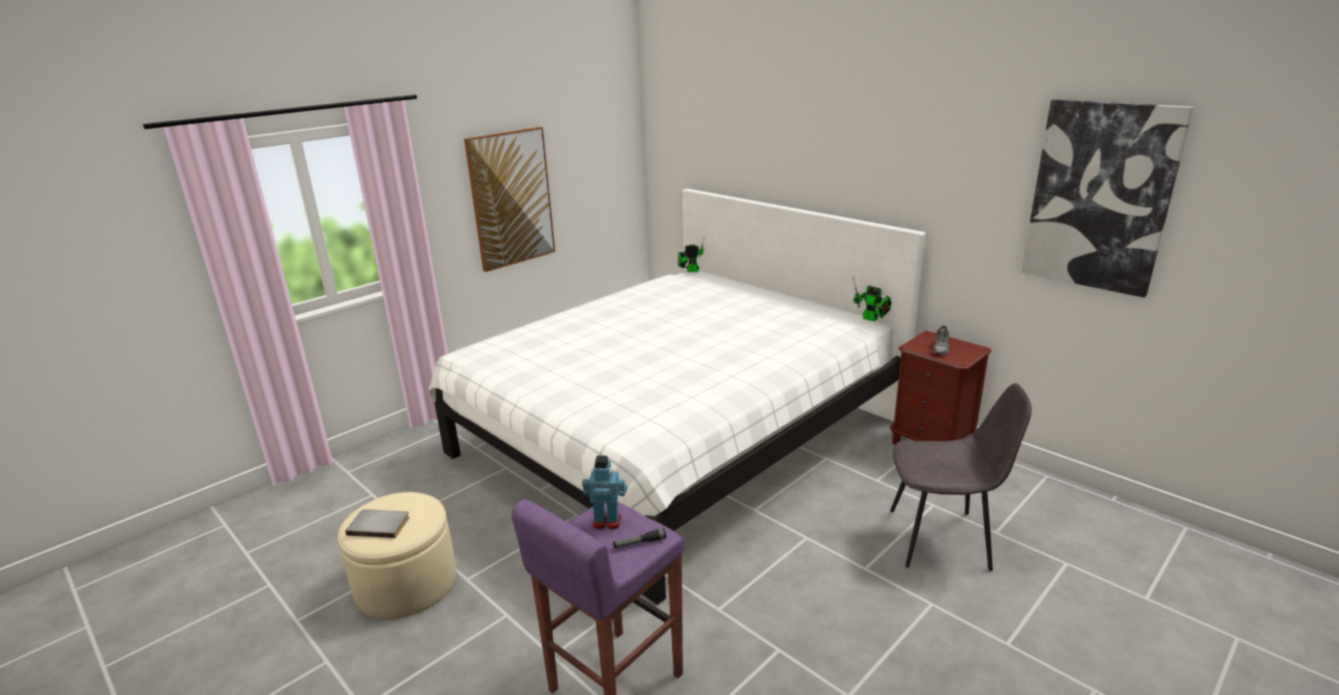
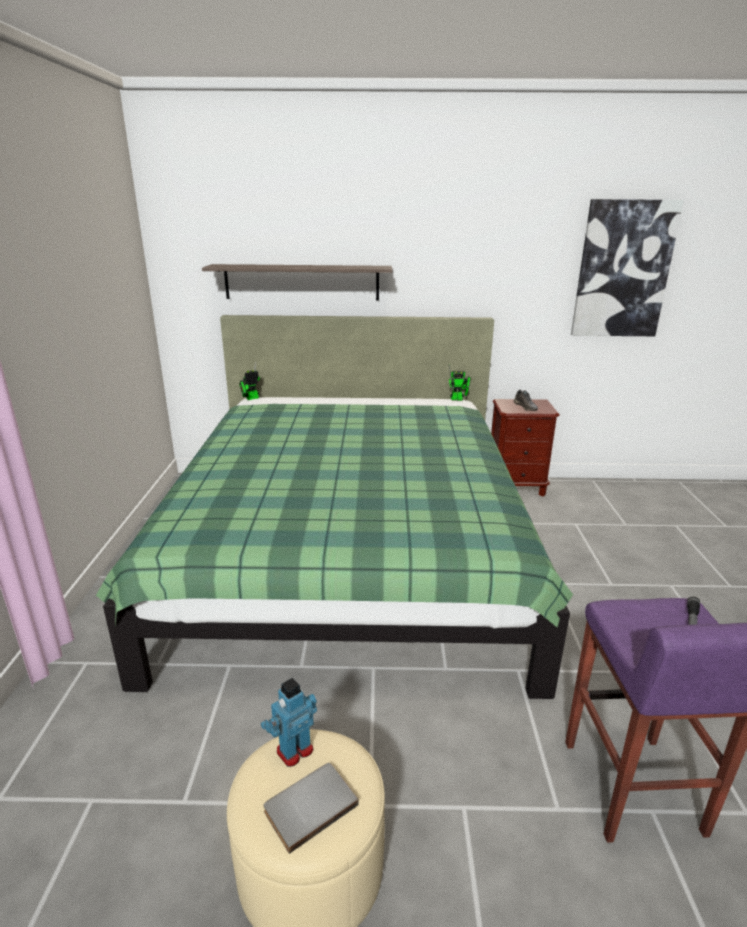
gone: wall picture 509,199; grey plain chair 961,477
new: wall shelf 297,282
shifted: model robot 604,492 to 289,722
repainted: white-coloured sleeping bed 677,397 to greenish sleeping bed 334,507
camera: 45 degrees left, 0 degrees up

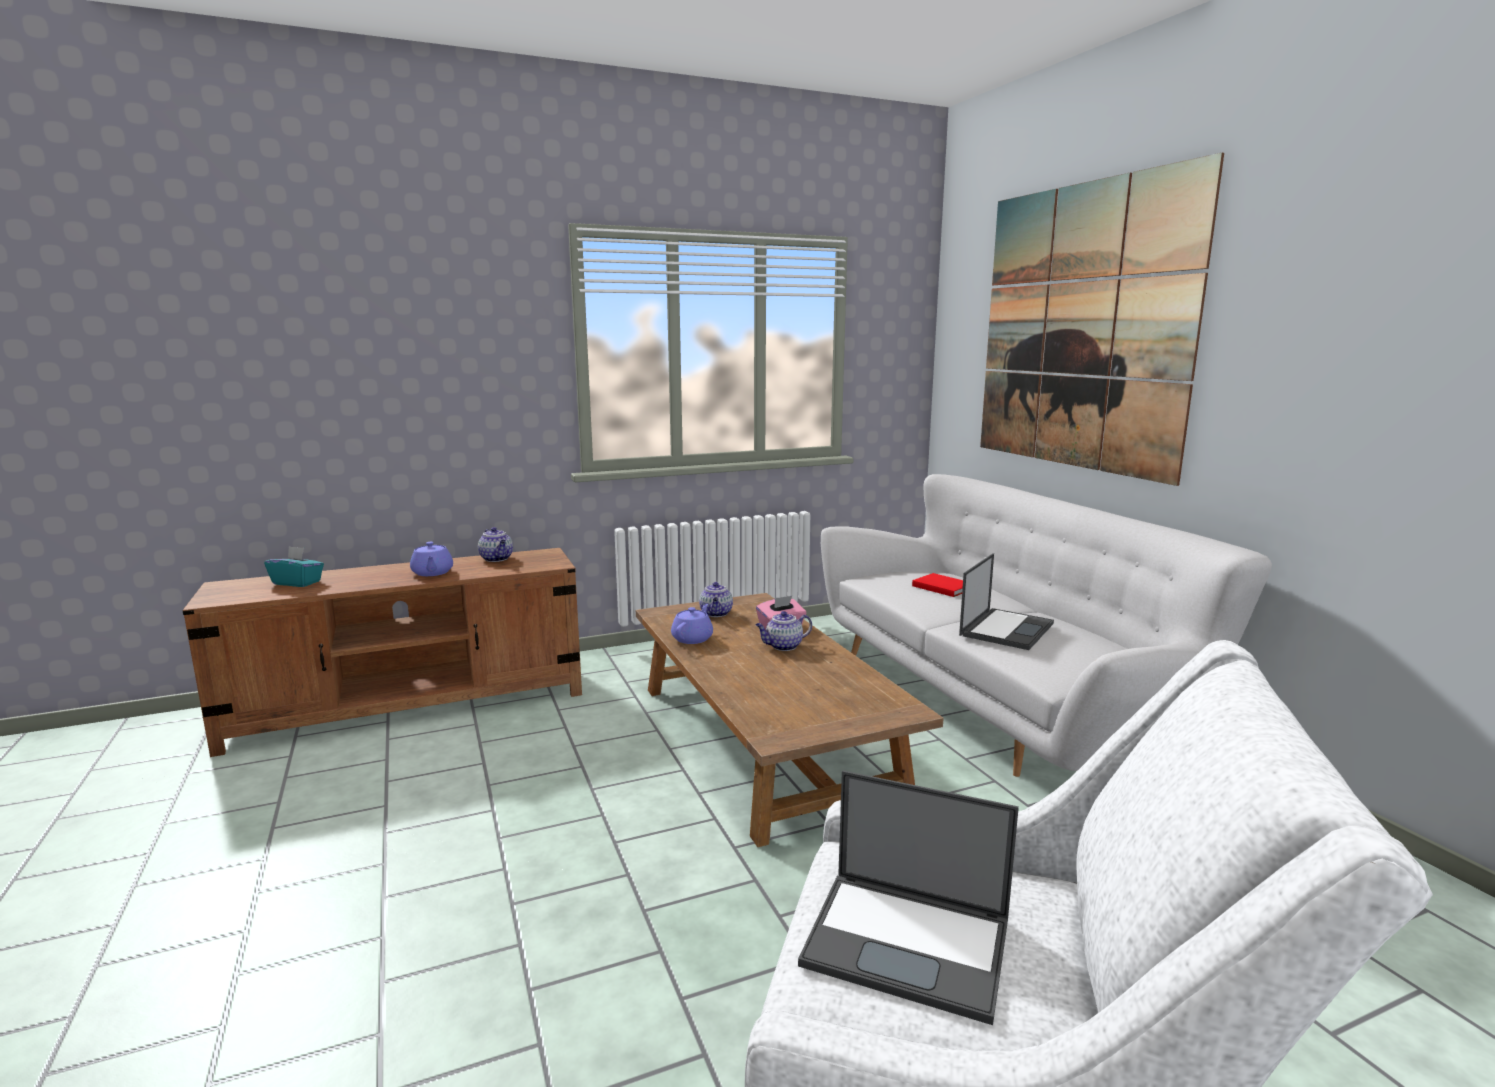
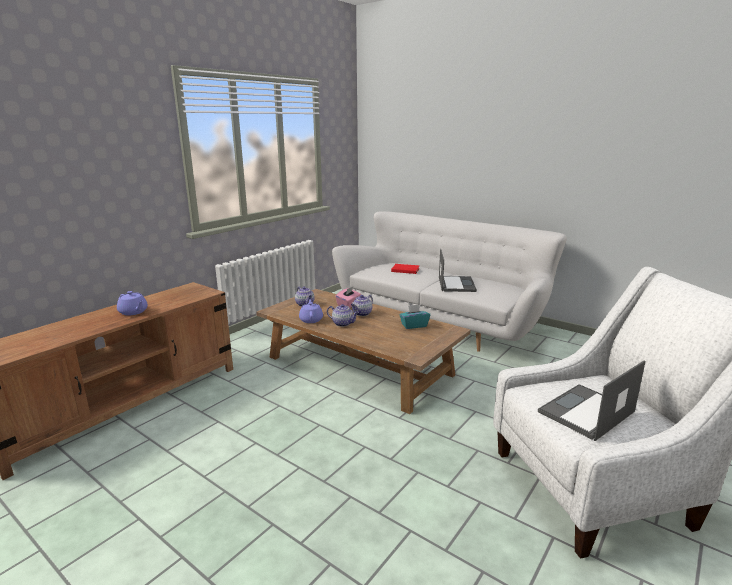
gone: wall picture 1102,319
shifted: tea pot 495,544 to 343,315; turquoise-coloured tissue box 294,566 to 414,316
rotated: laptop 908,897 = 591,400 150 degrees clockwise
camera: 30 degrees left, 5 degrees up

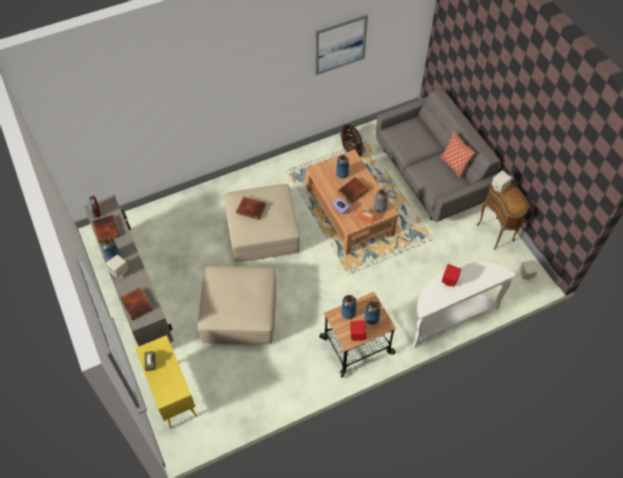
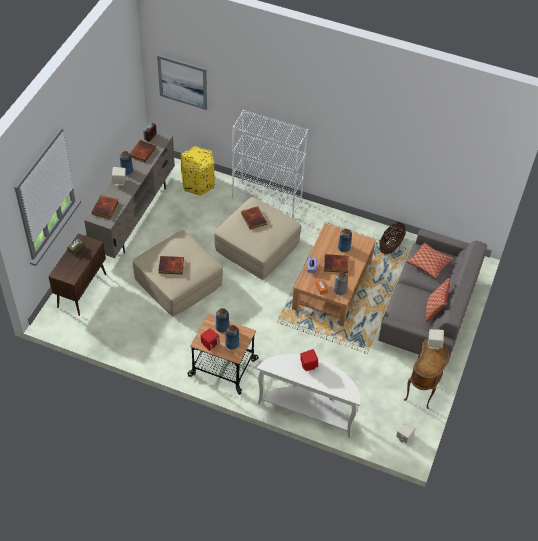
new: white-coloured shelving unit 270,164; yellowish footrest 197,171; throw pillow 429,260; bound book 171,265
shifted: wall picture 341,44 to 182,82
repainted: yellowish cabinet 166,382 to brownish cabinet 77,275
camera: 45 degrees right, 5 degrees down

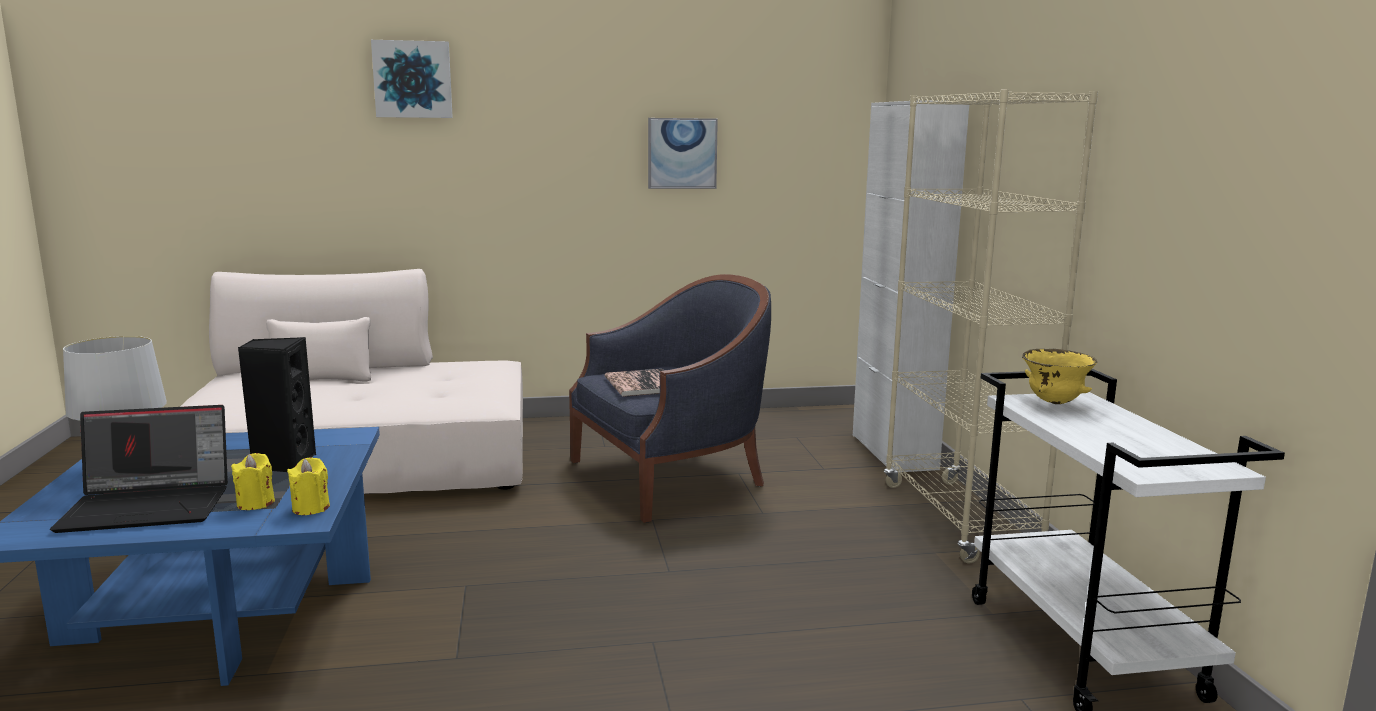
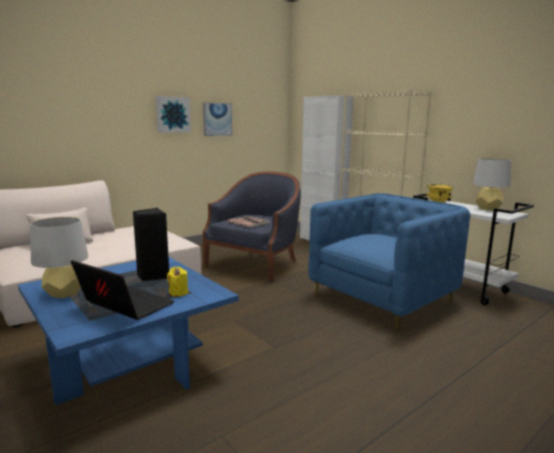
gone: yellowish wax light 308,486
new: grey lamp for a table 492,184; blue armchair 389,261
shifted: wall picture 412,79 to 173,114
rotated: laptop 139,469 = 122,290 105 degrees counterclockwise
camera: 30 degrees left, 0 degrees up

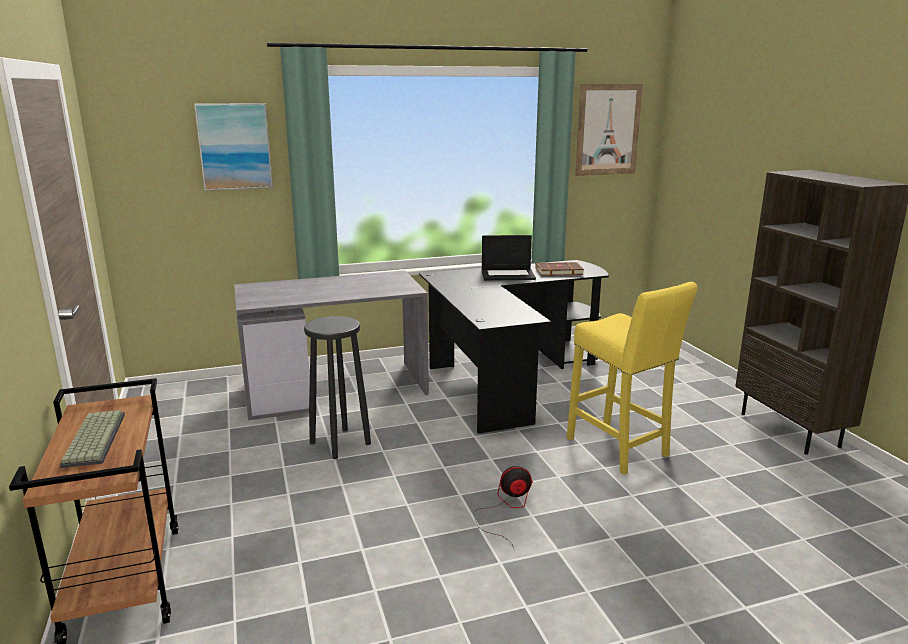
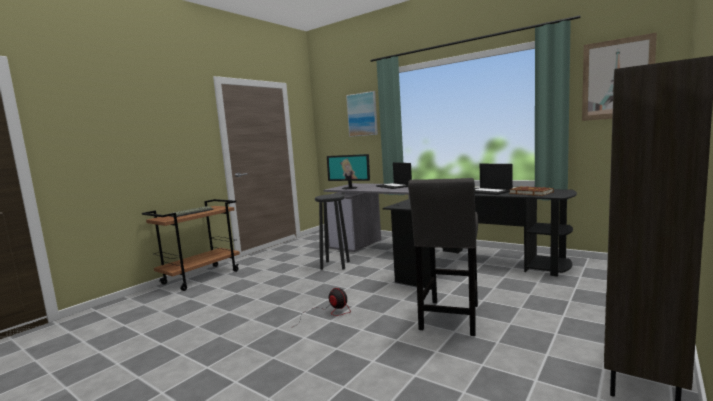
new: monitor 348,171; laptop 394,175
repainted: yellowish stool seat 632,378 to grey stool seat 443,257
camera: 55 degrees right, 10 degrees down

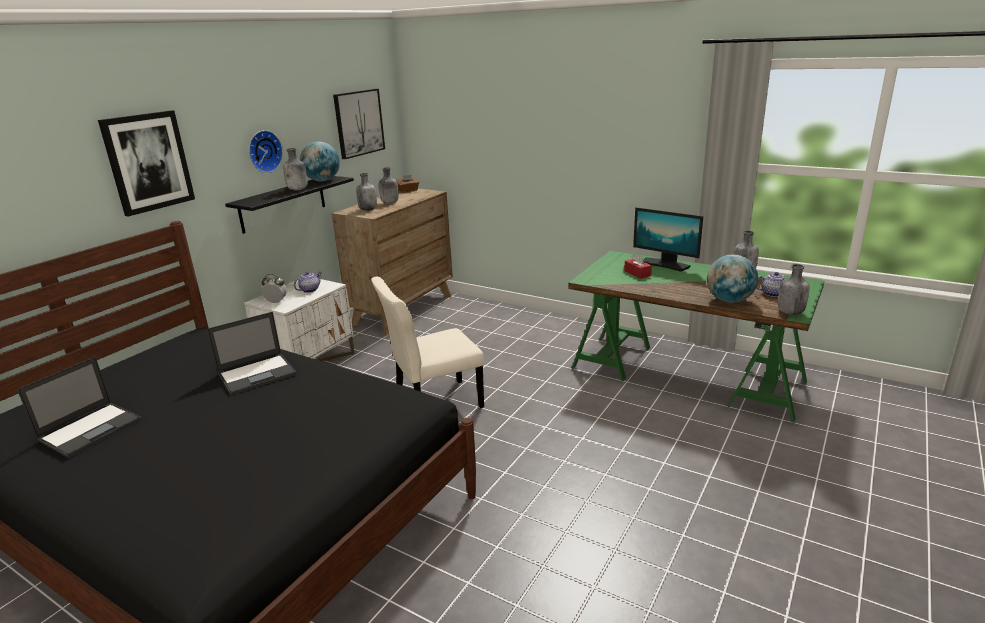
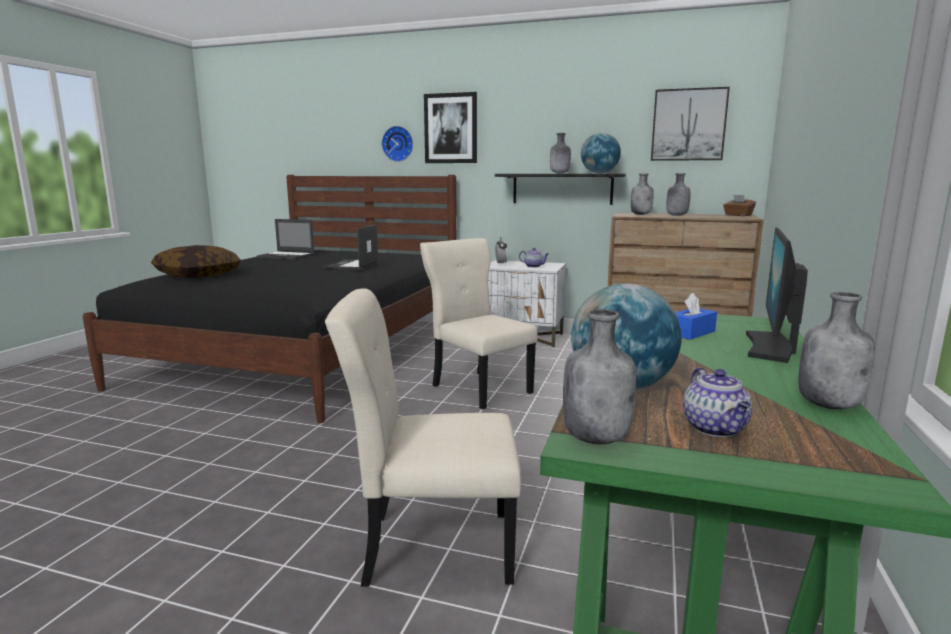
new: throw pillow 196,261; beige plain chair 423,437
shifted: hanging clock 266,151 to 397,144
repainted: red-coloured tissue box 638,266 to blue tissue box 696,316
rotated: laptop 252,353 = 351,247 60 degrees clockwise
camera: 75 degrees right, 10 degrees down

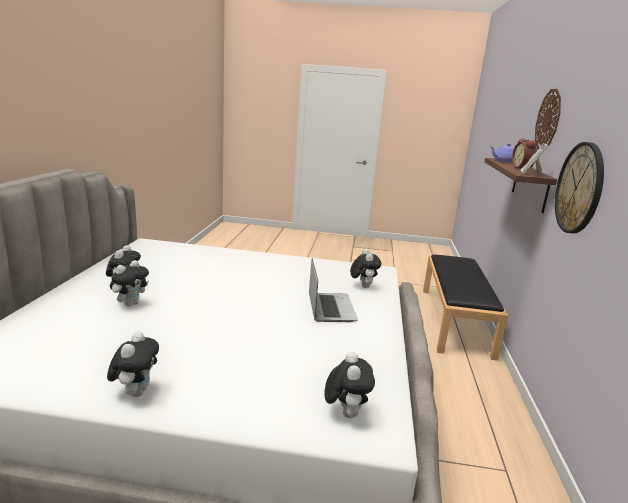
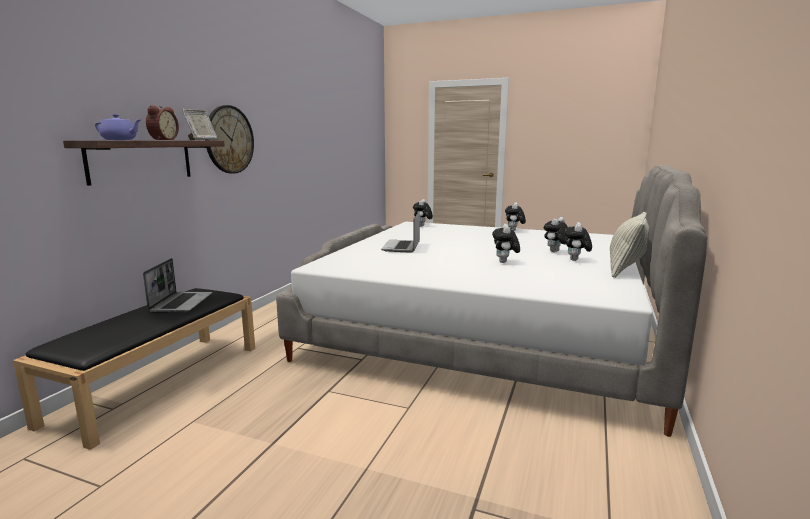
gone: hanging clock 548,119
new: throw pillow 629,245; laptop 177,285
shifted: plush toy 365,268 to 506,243
camera: 165 degrees left, 5 degrees down

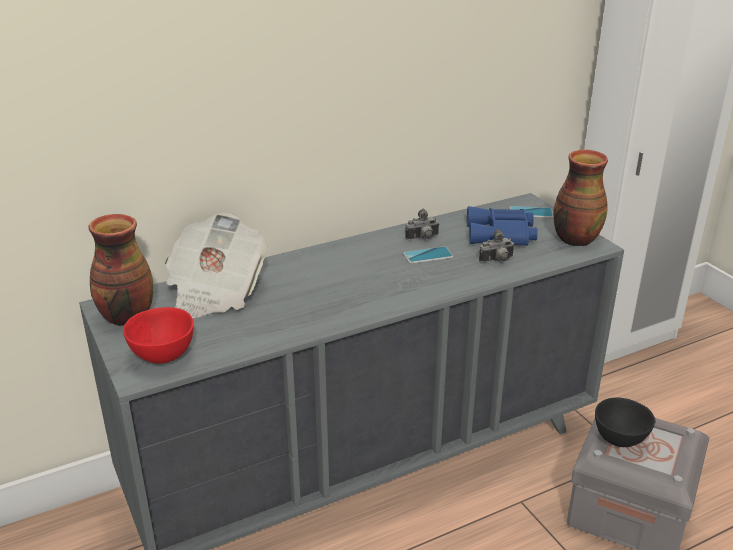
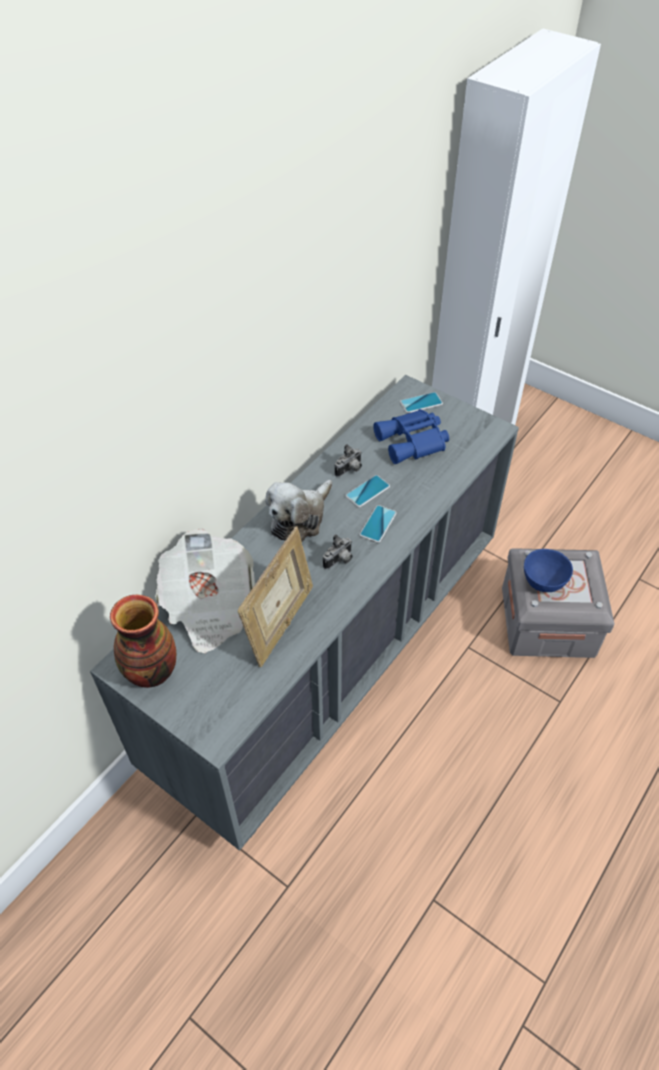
gone: vase 580,198; red-coloured bowl 158,335
new: plush toy 298,510; telephone 378,524; picture frame 275,596
shifted: photo camera 497,246 to 338,551
repainted: blackish bowl 625,422 to blue bowl 548,570
camera: 25 degrees left, 20 degrees up

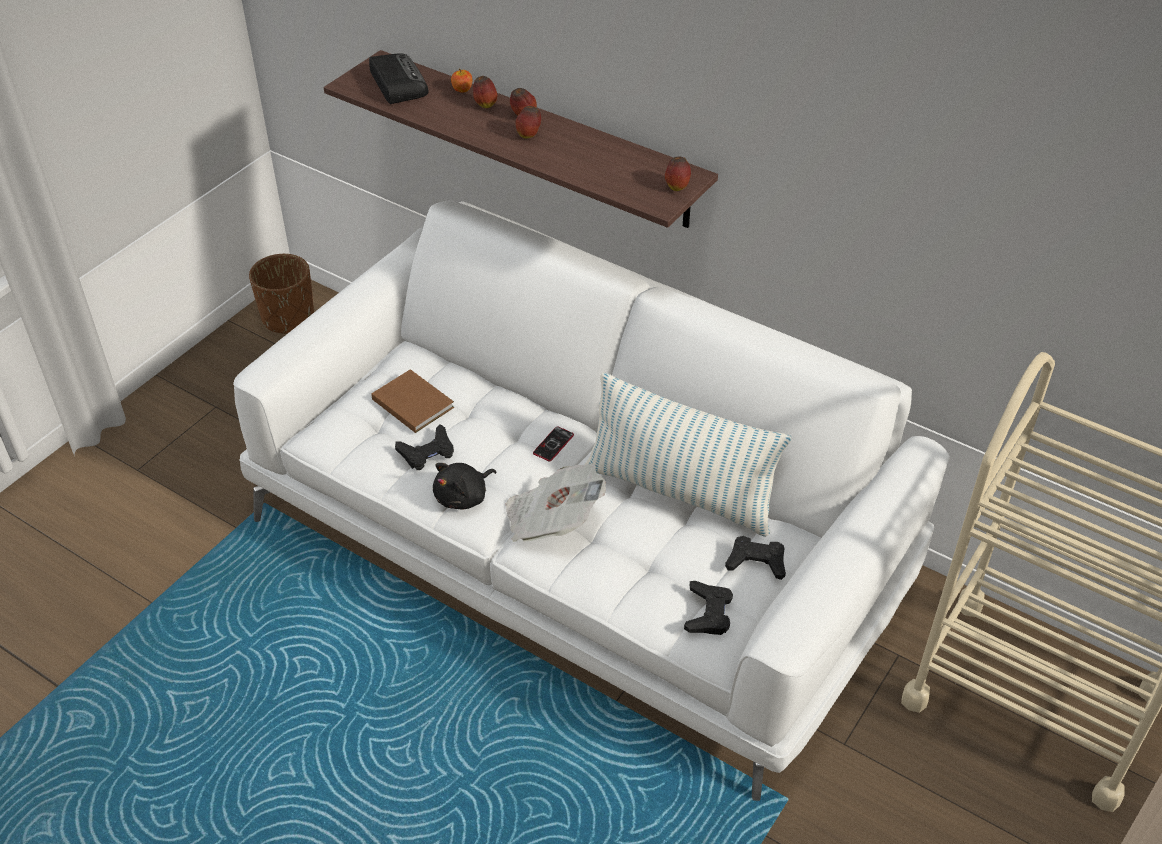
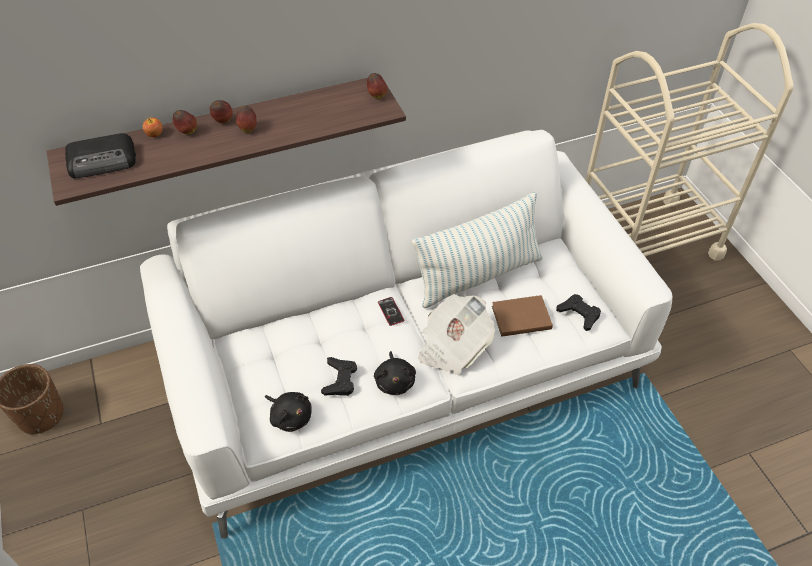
gone: blackish gamepad 755,558
new: blackish plush toy 288,412
shifted: brownish bound book 412,401 to 522,316
rotated: radio set 399,78 = 100,155 150 degrees clockwise
camera: 55 degrees left, 5 degrees up

